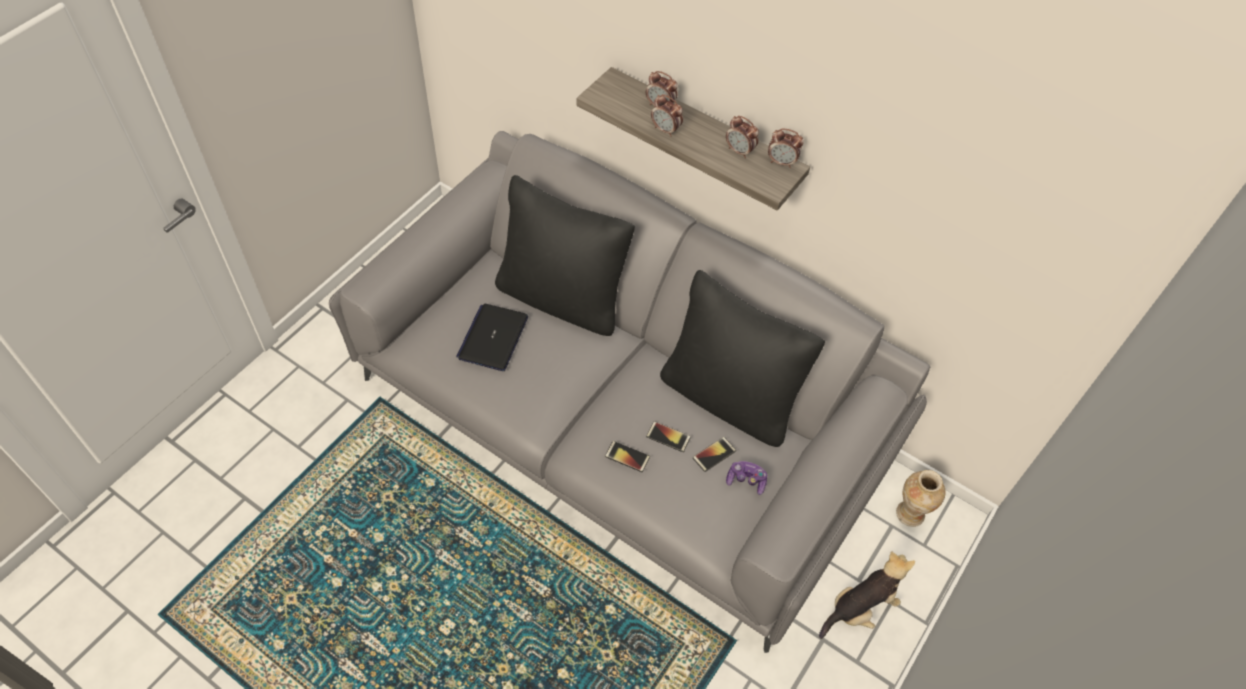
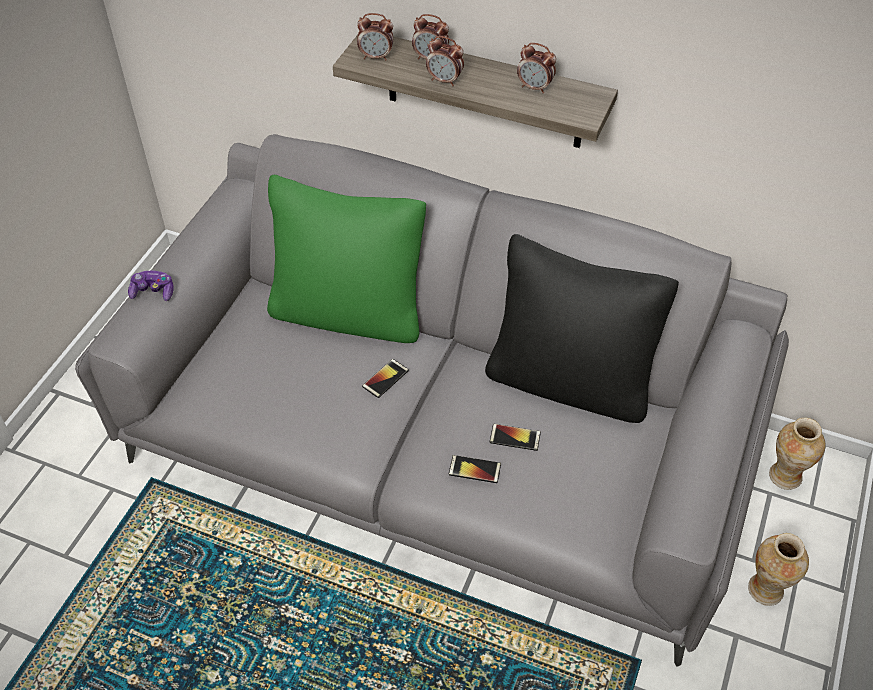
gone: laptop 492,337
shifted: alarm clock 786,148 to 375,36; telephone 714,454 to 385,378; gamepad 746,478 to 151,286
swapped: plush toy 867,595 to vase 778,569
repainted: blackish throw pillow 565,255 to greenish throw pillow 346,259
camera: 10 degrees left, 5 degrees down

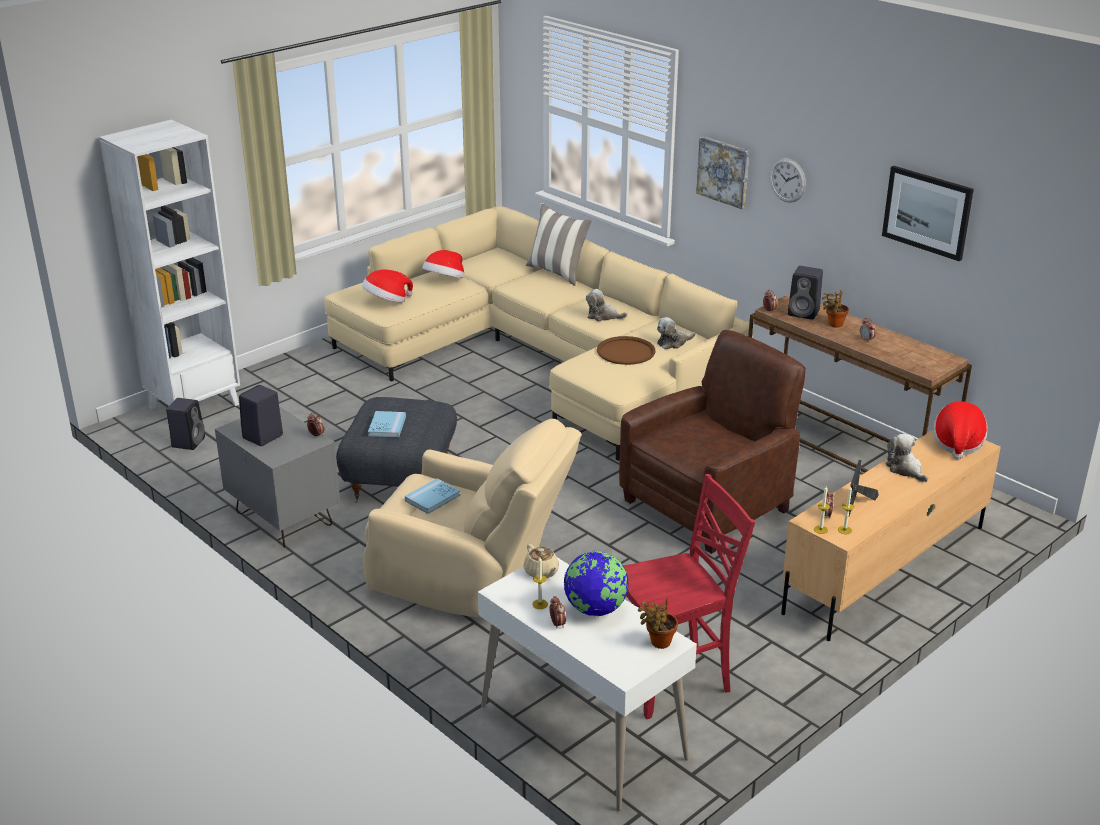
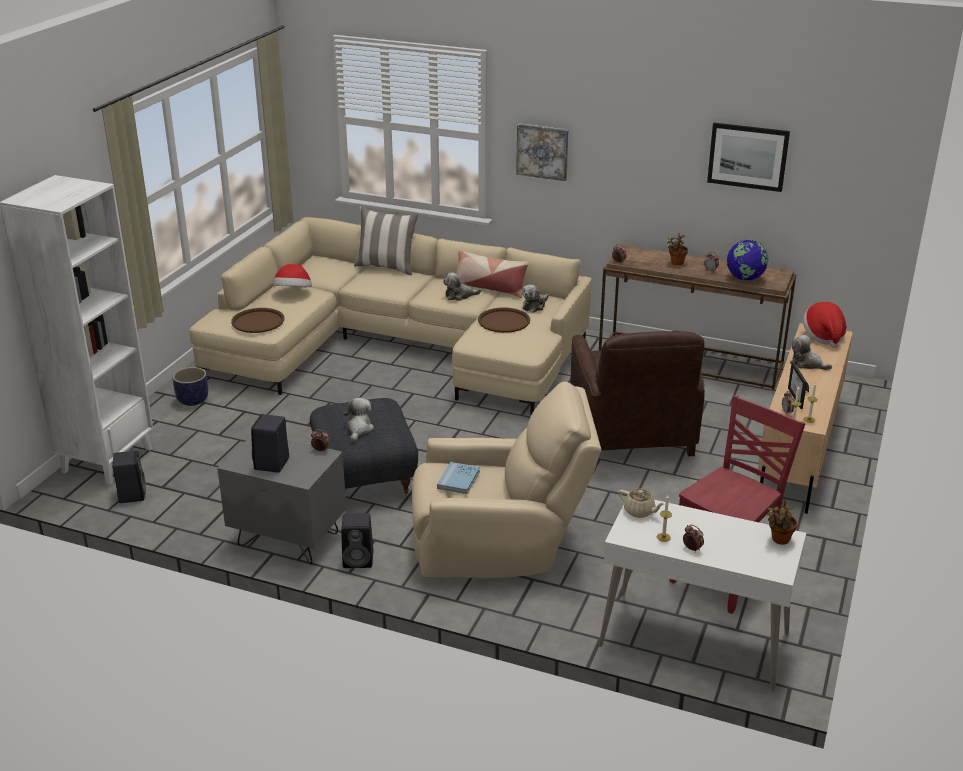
gone: hanging clock 787,180
new: throw pillow 492,274; planter 190,386
shifted: blackish loudspeaker 805,293 to 357,540; globe 596,583 to 747,260
swapped: hat 387,286 to brownish tray 257,320; blue bound book 387,424 to plush toy 359,420
rotated: brownish armchair 712,442 = 637,393 150 degrees clockwise
camera: 25 degrees left, 0 degrees up

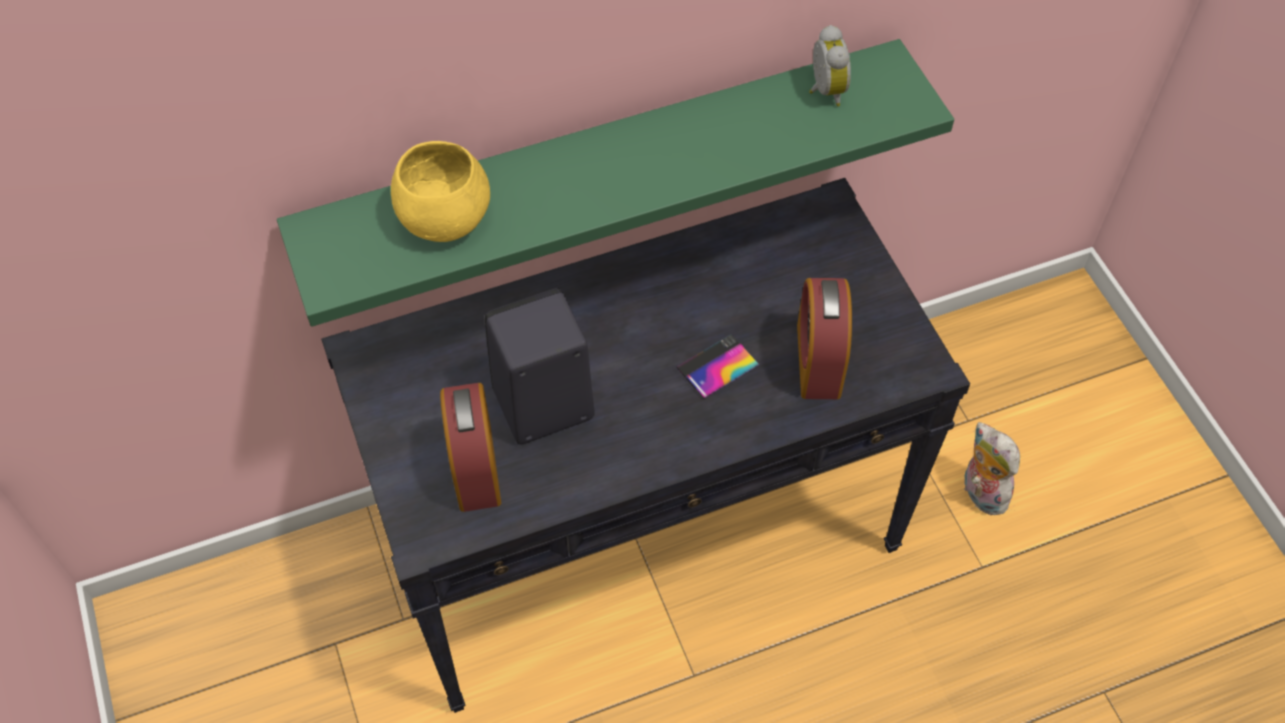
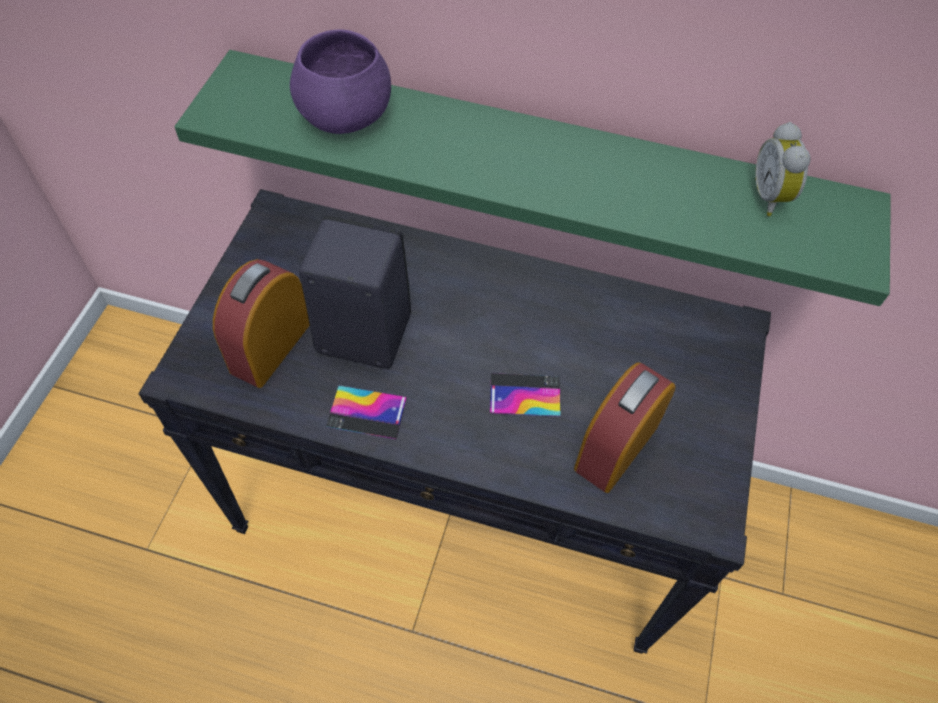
gone: plush toy 992,468
new: telephone 366,412
repainted: yellowish bowl 440,191 to purplish bowl 340,82
rotated: alarm clock 830,65 = 783,169 150 degrees clockwise
camera: 35 degrees right, 0 degrees up

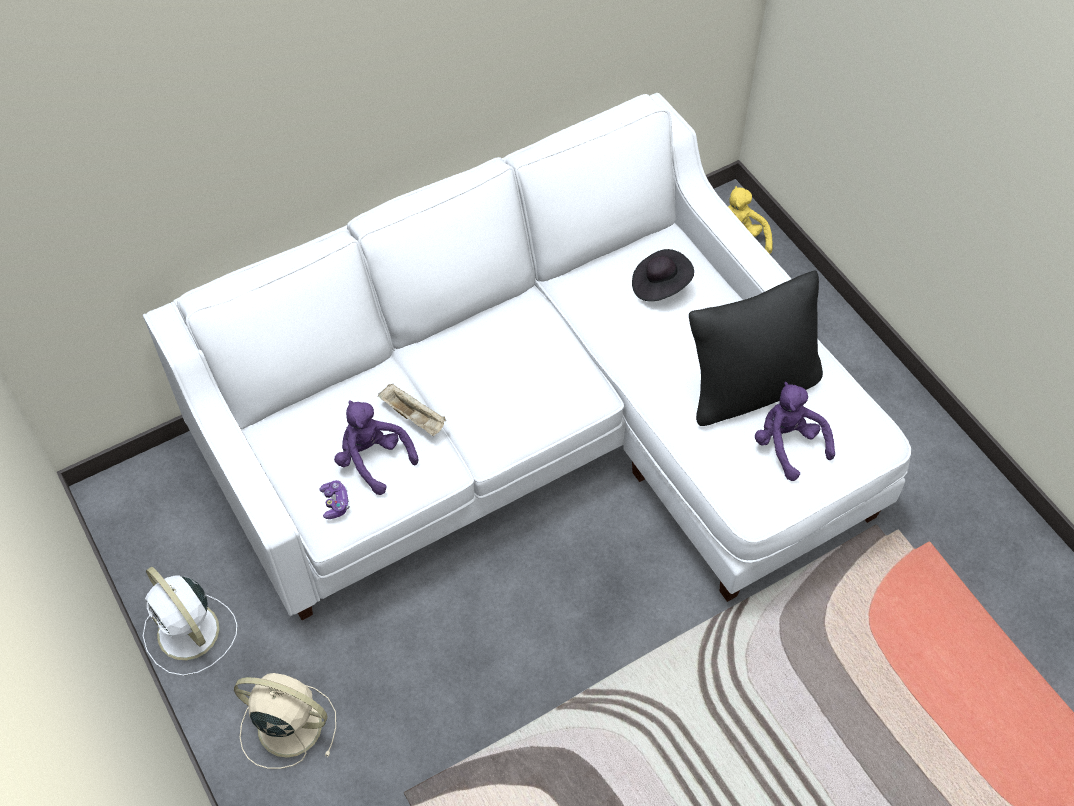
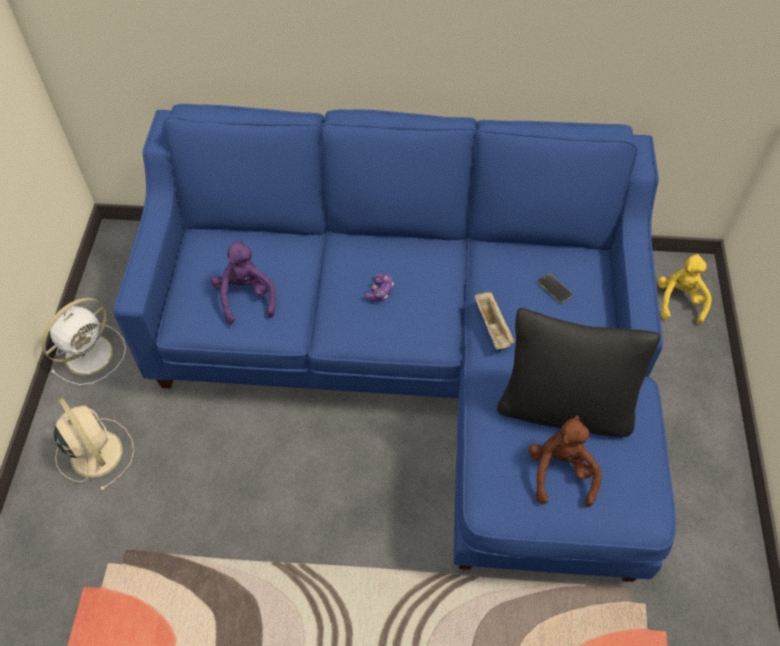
shifted: beige tray 412,409 to 495,320; gamepad 334,499 to 379,287
swapped: blackish hat 663,275 to telephone 555,288
repainted: white-coloured couch 527,356 to blue couch 395,343; purplish plush toy 795,431 to brownish plush toy 565,461
rotated: white-coloured cooling fan 190,621 = 84,341 135 degrees counterclockwise
camera: 35 degrees right, 0 degrees up

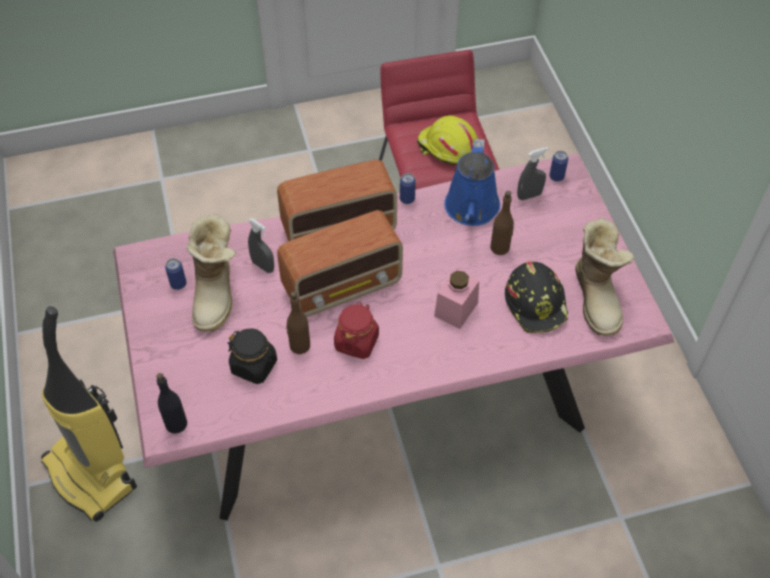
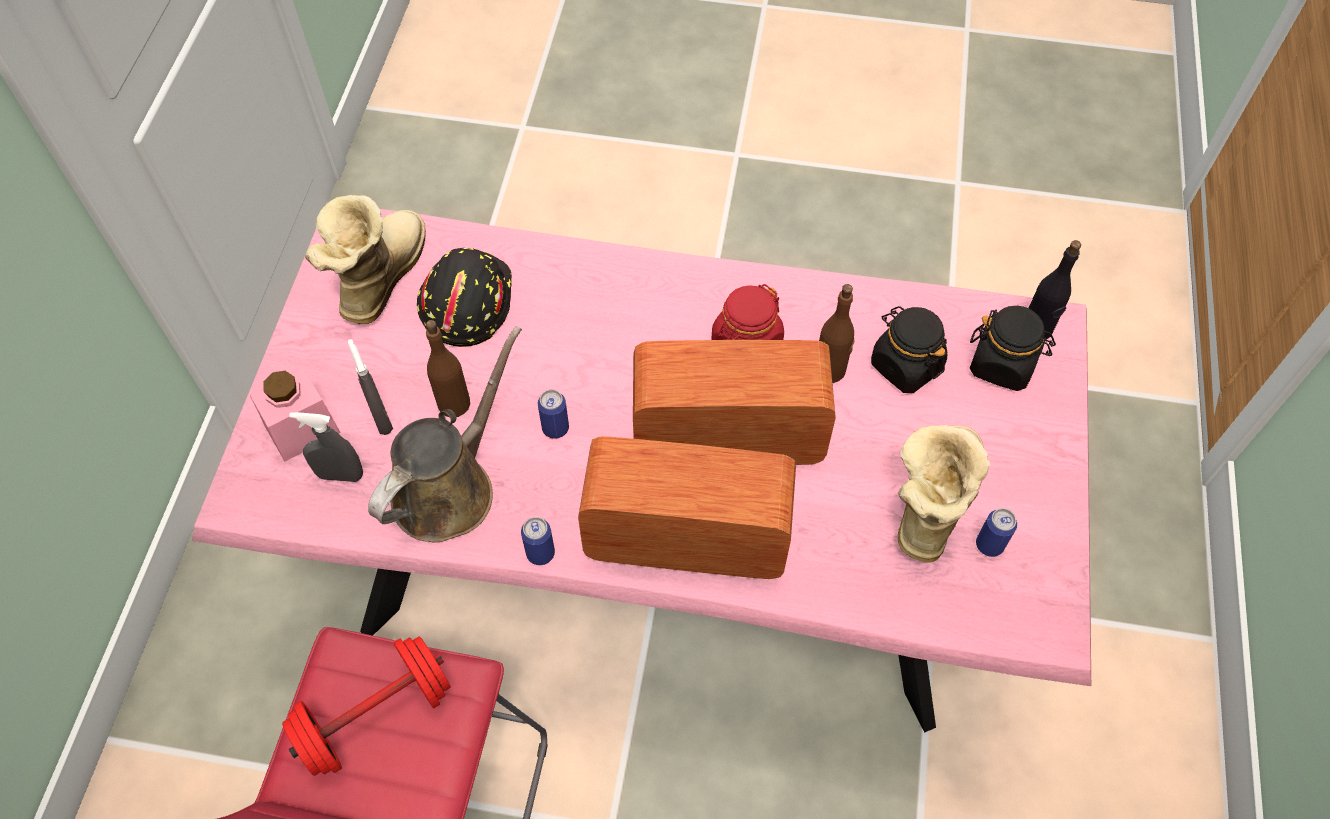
gone: vacuum cleaner 89,414
new: blackish storage jar 1013,348
shifted: metal can 558,166 to 553,414; grey hand sprayer 261,245 to 370,387; pink storage jar 456,299 to 295,414
swapped: yellowish hard hat 447,140 to red-coloured dumbbell 366,706
repainted: blue sprinkling can 472,182 to brownish sprinkling can 445,434
camera: 155 degrees left, 5 degrees up

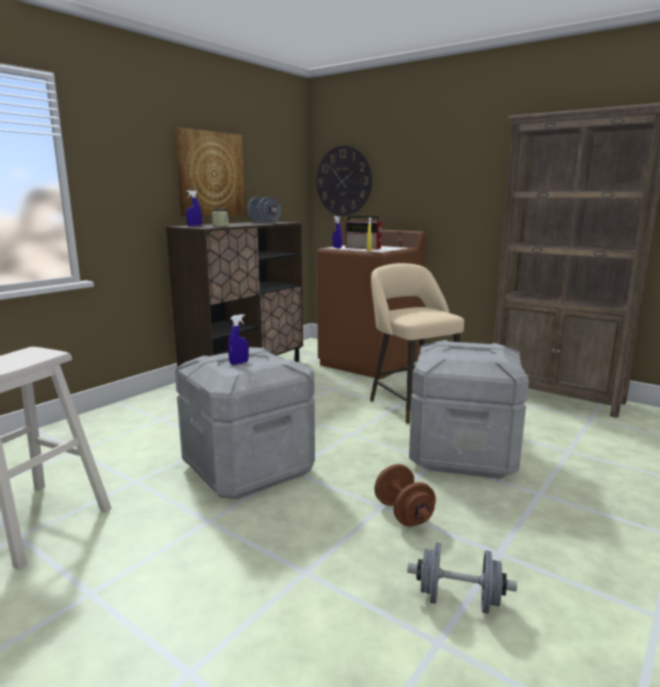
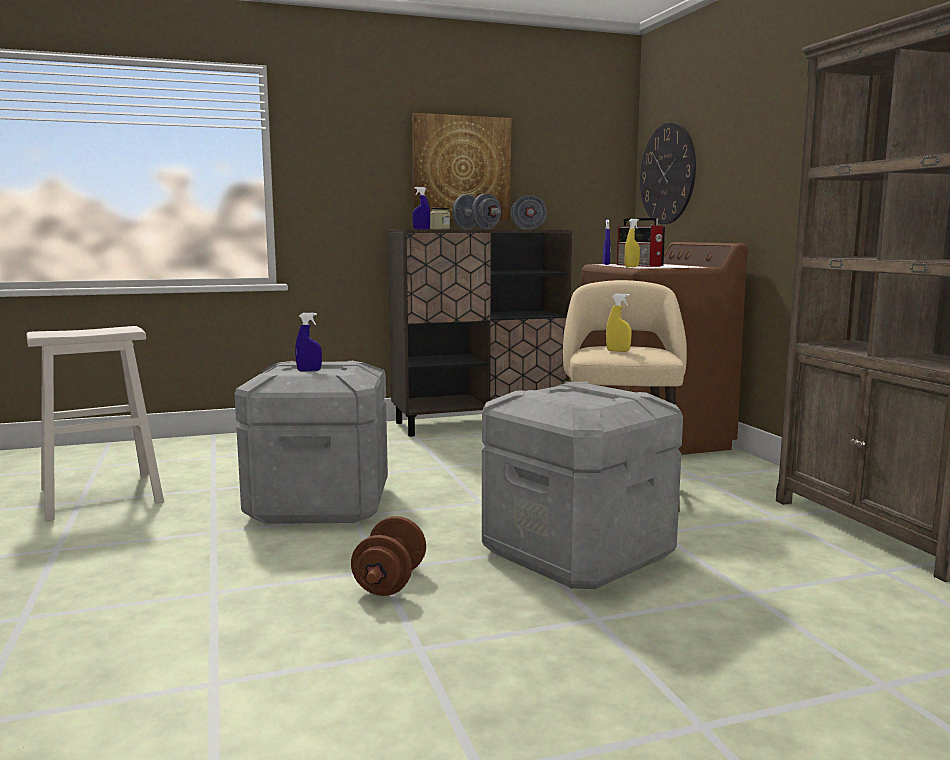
new: yellowish hand sprayer 619,323
shifted: grey dumbbell 462,578 to 476,211
camera: 35 degrees right, 5 degrees down

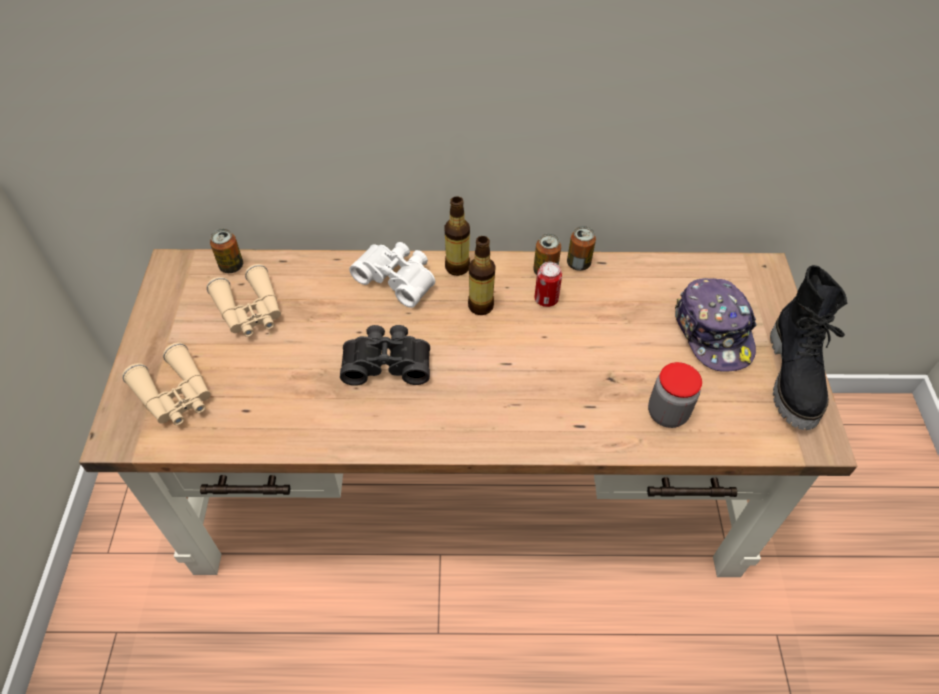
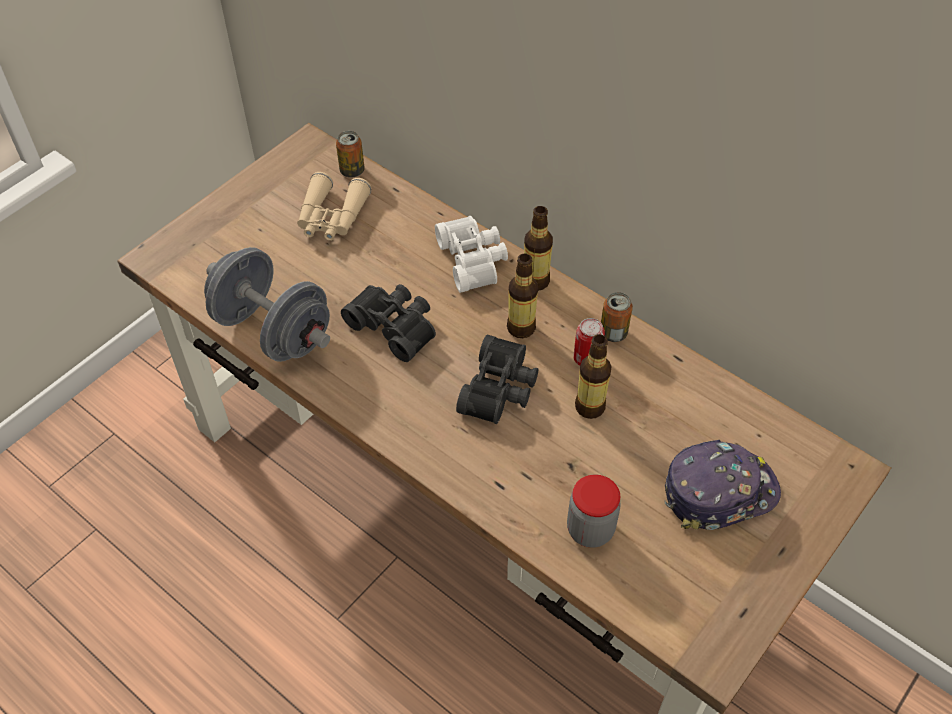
gone: metal can 581,248; blackish tall boot 809,347; beige field glasses 166,383
new: grey dumbbell 267,304; drink bottle 593,376; blackish field glasses 497,379
rotated: baseball cap 715,325 = 722,485 135 degrees counterclockwise
camera: 40 degrees right, 0 degrees up

